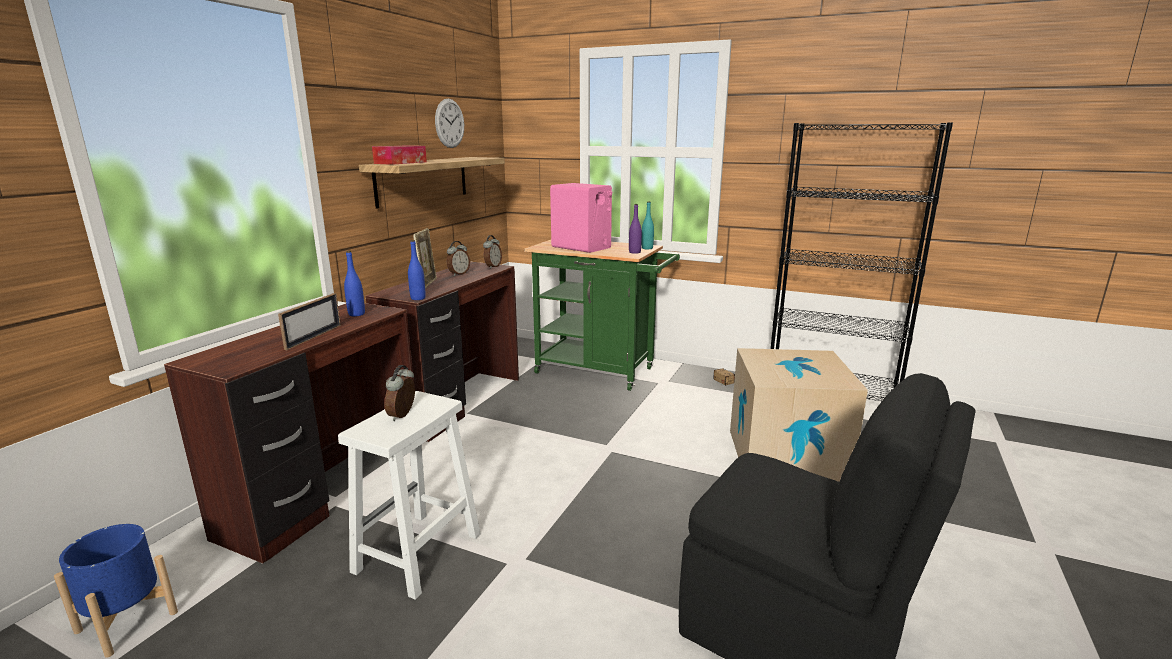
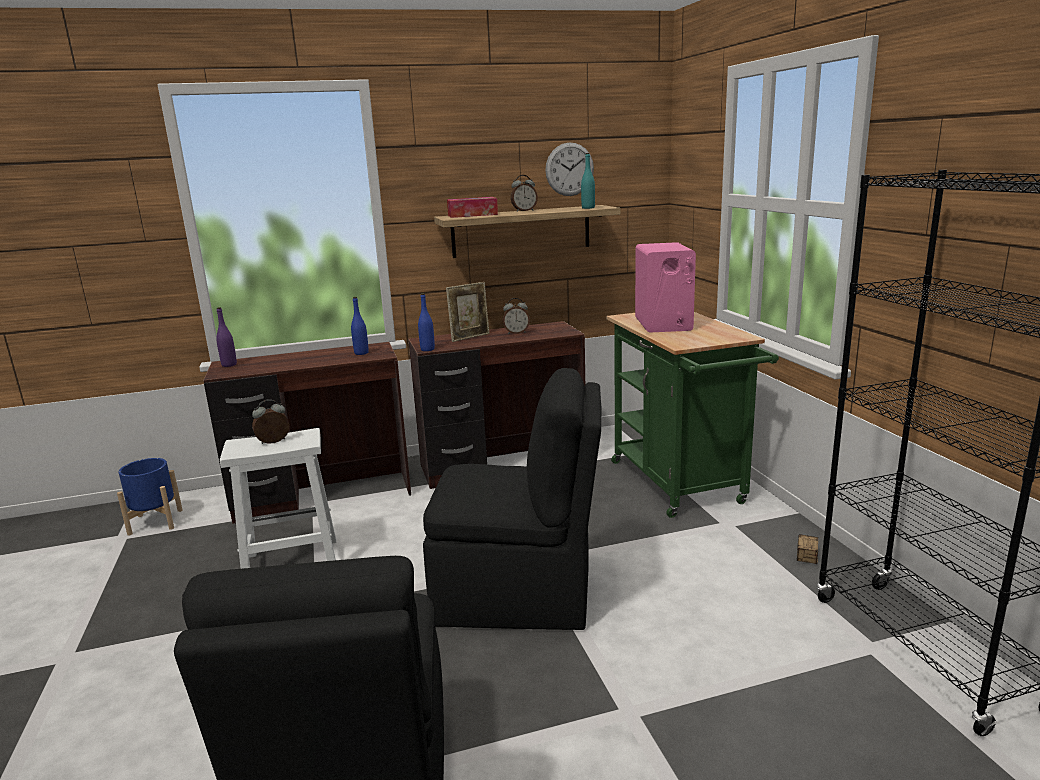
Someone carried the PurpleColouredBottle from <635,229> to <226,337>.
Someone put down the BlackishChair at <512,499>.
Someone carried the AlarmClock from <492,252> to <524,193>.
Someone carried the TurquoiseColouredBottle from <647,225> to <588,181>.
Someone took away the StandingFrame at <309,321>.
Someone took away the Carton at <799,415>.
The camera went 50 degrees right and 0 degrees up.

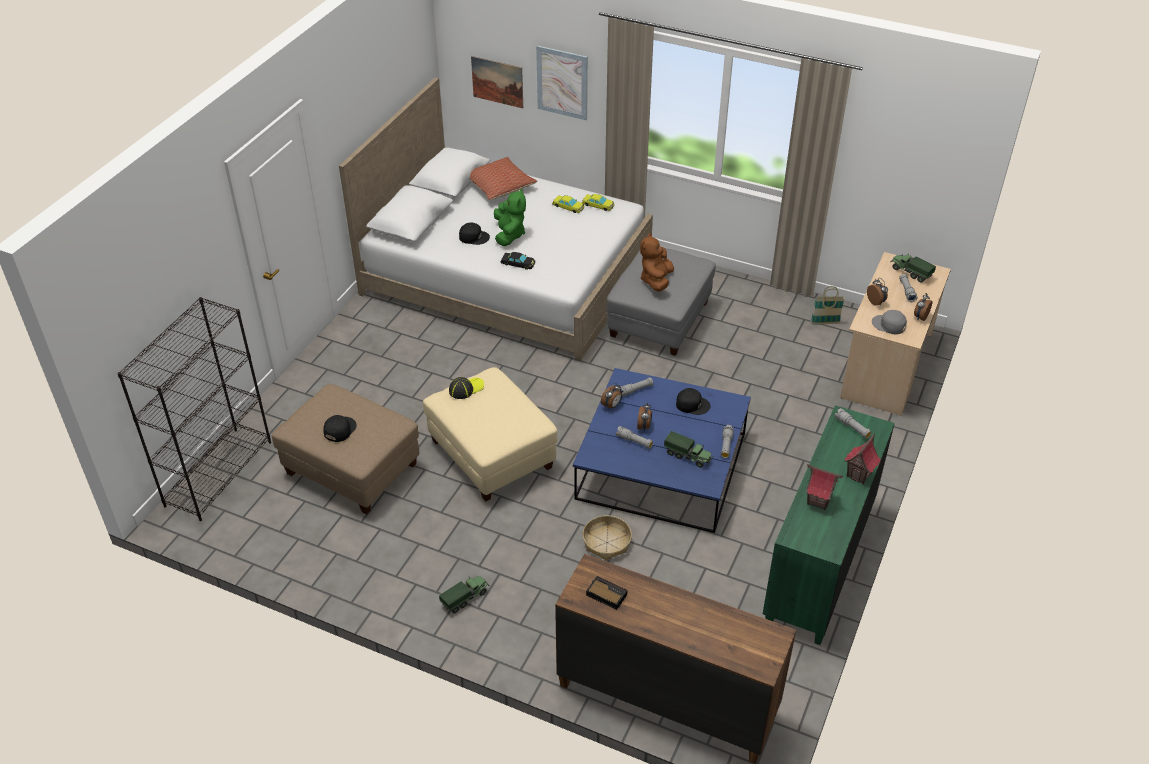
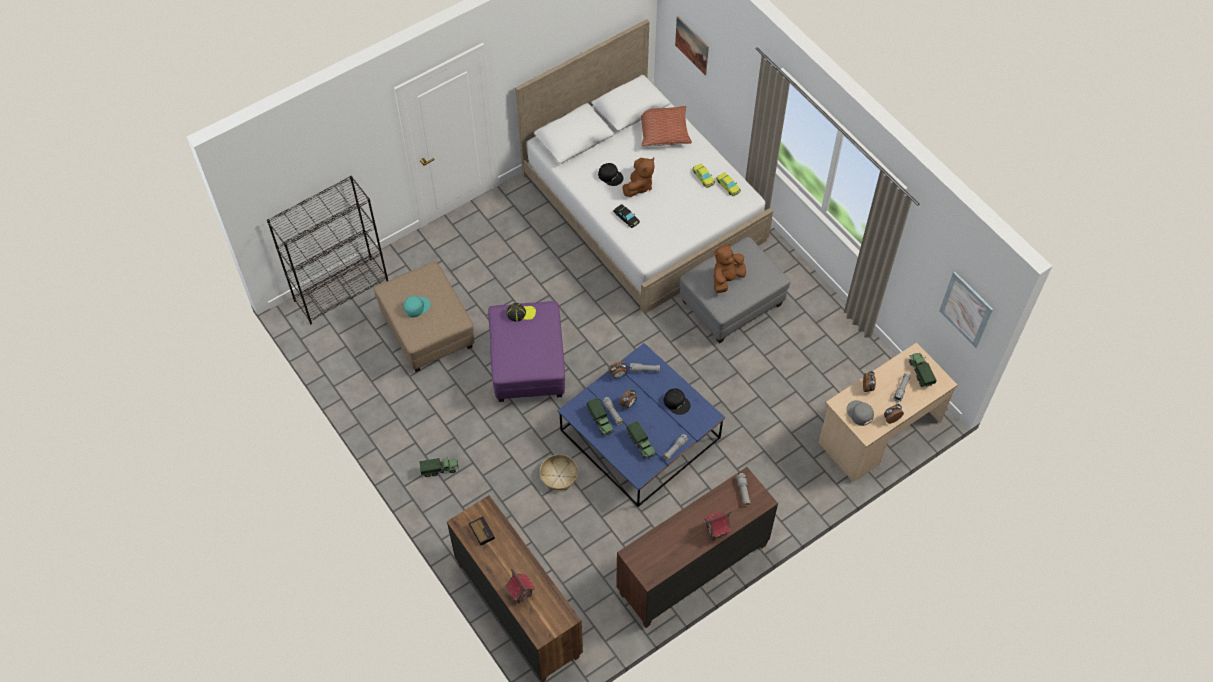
Someone repainted the BlackishPeakedCap at <339,428>, which became the TurquoiseColouredPeakedCap at <416,306>.
Someone repainted the BeigeOttoman at <490,434>, which became the PurpleColouredOttoman at <526,351>.
Someone carried the ModelHouse from <824,487> to <520,585>.
Someone put down the ToyTruck at <600,416>.
Someone repainted the GreenishDrawerChest at <829,525>, which became the BrownDrawerChest at <697,547>.
Someone repainted the GreenishCuddlyToy at <510,217>, which became the BrownCuddlyToy at <638,177>.
Someone carried the WallPicture from <562,82> to <966,310>.
Someone took away the StorageBasket at <828,305>.
The camera went 30 degrees right and 15 degrees up.

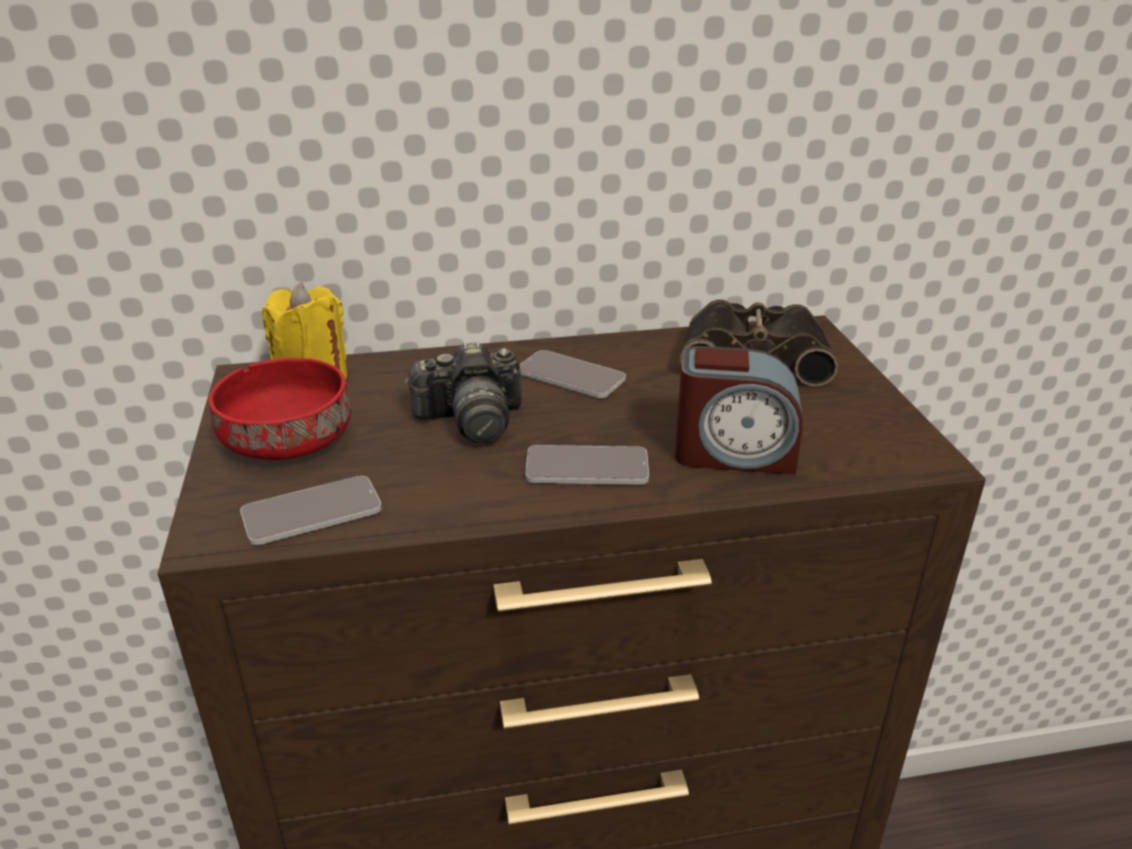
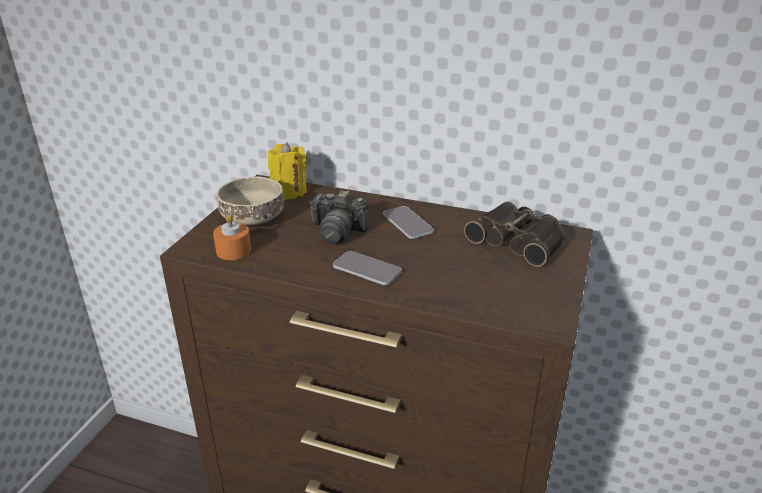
Someone swapped the Telephone at <311,510> for the OrangeColouredCandle at <232,237>.
Someone repainted the RedColouredBowl at <279,409>, which became the BeigeBowl at <250,201>.
Someone took away the AlarmClock at <739,410>.
The camera went 30 degrees right and 0 degrees up.

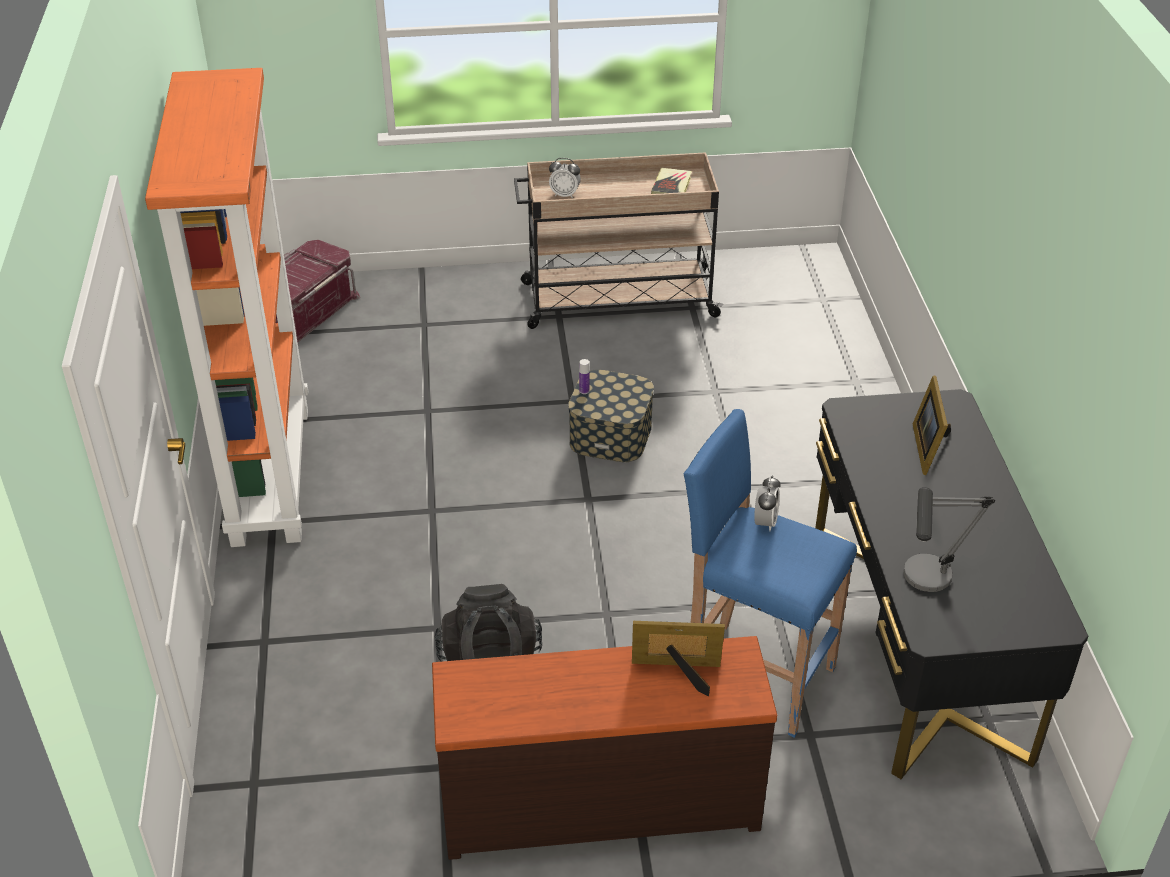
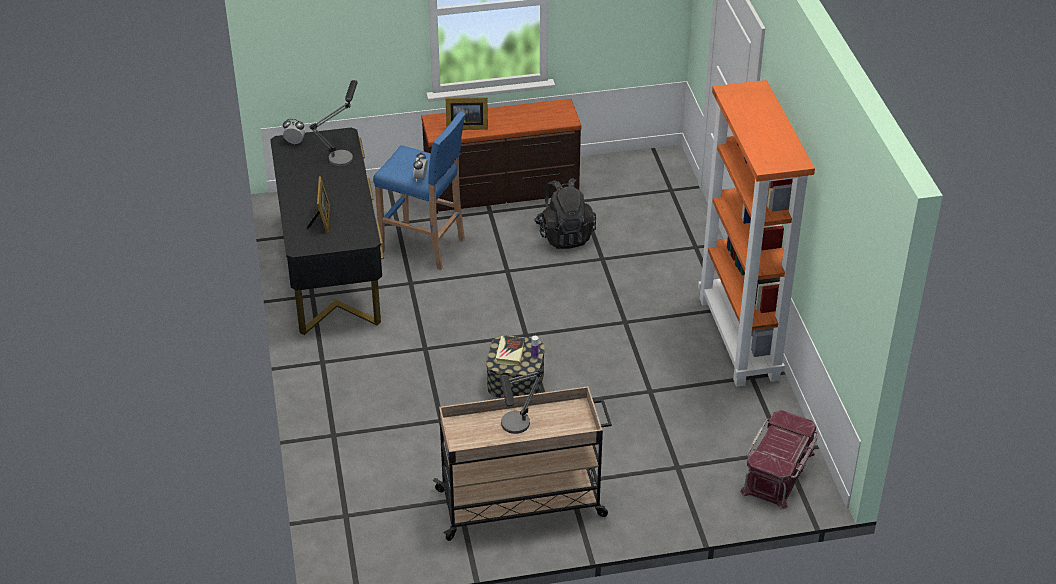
Someone carried the AlarmClock from <565,178> to <294,131>.
Someone carried the Volume from <671,181> to <510,350>.
Someone put down the TabletopLamp at <522,402>.
The camera went 175 degrees right and 0 degrees up.

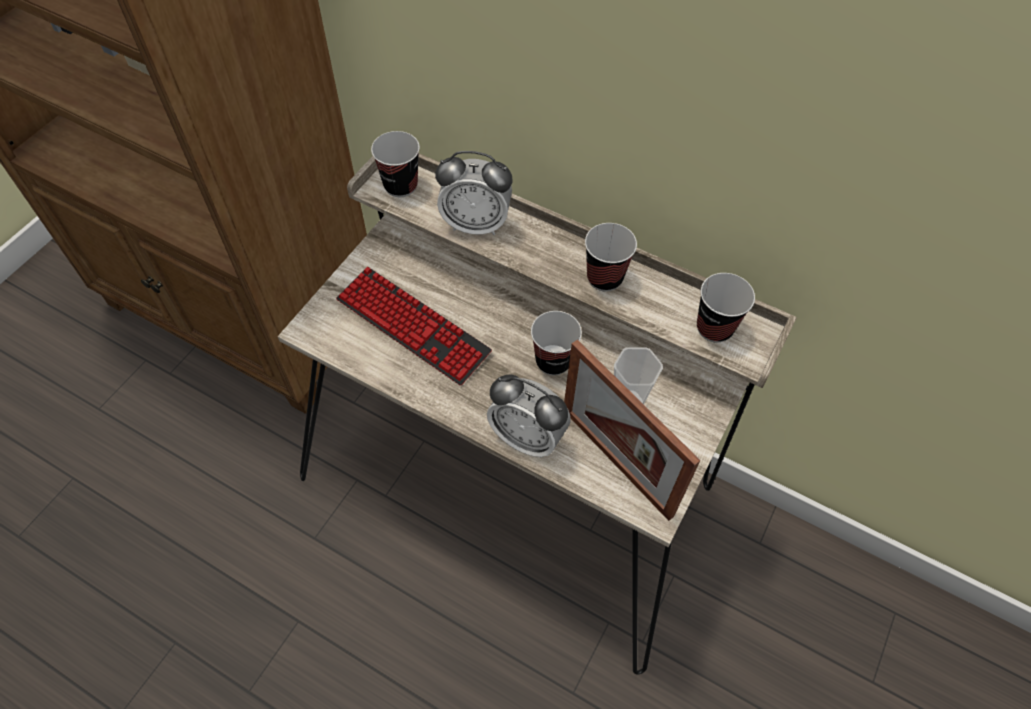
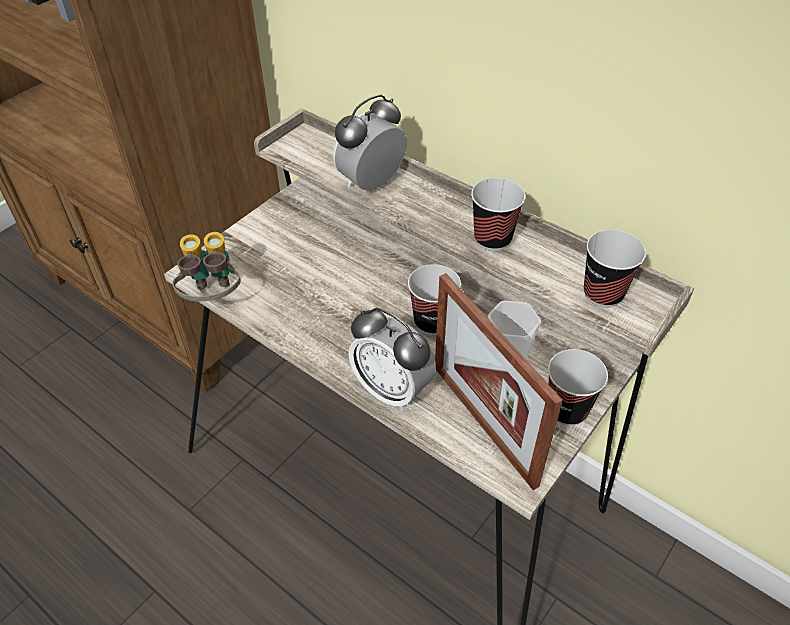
Someone put down the Binoculars at <206,267>.
Someone rotated the AlarmClock at <473,193> by 120 degrees clockwise.
Someone carried the SmallCup from <395,164> to <578,387>.
Someone took away the ComputerKeyboard at <414,326>.
The camera went 10 degrees right and 10 degrees down.

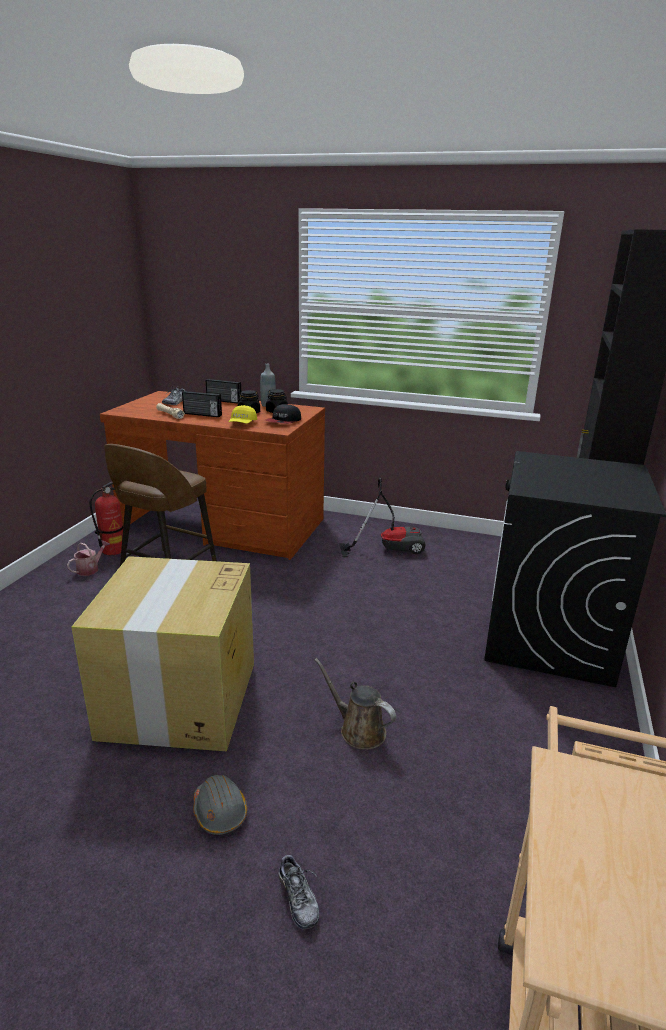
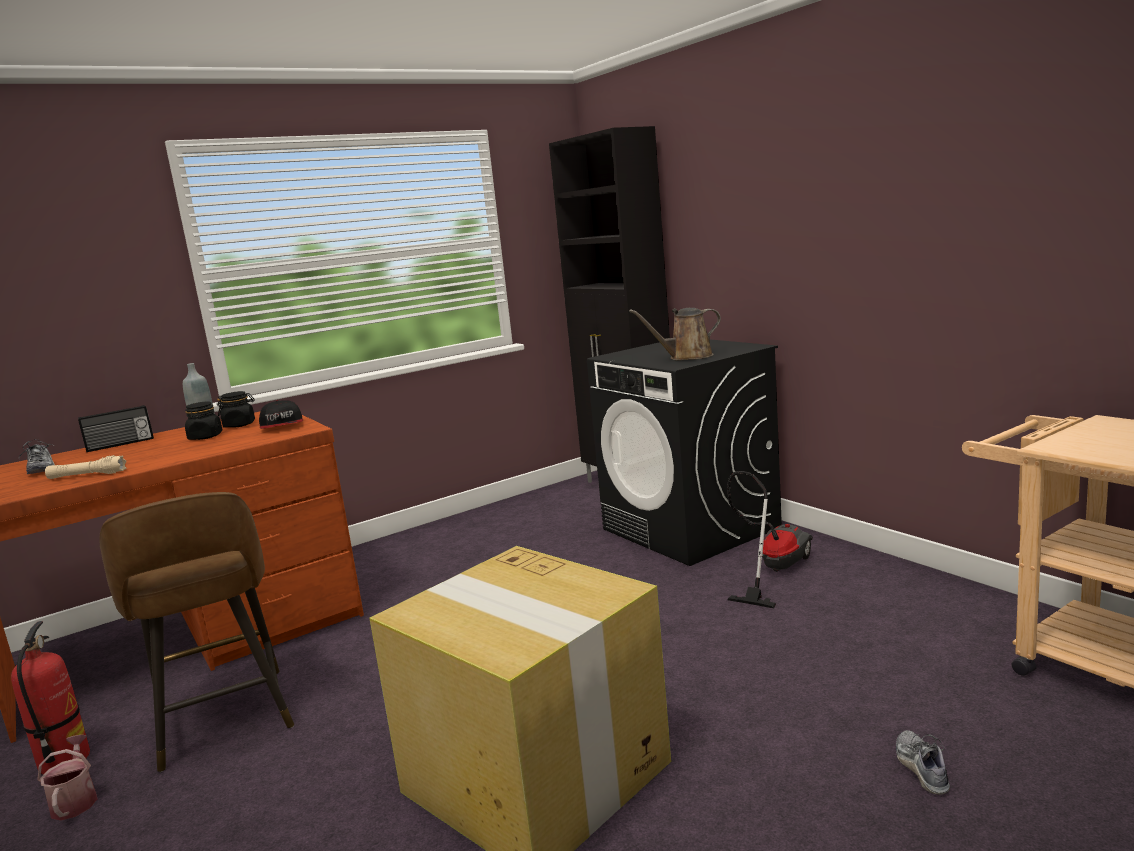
Someone carried the BrownWateringCan from <355,704> to <675,334>.
Someone carried the Hoover from <383,518> to <770,539>.
Someone rotated the ItemOfFootwear at <298,890> by 105 degrees counterclockwise.
Someone took away the RadioReceiver at <202,404>.
Someone took away the GrayWorkHelmet at <220,805>.
Someone took away the YellowishPeakedCap at <243,414>.
The camera went 50 degrees left and 10 degrees down.

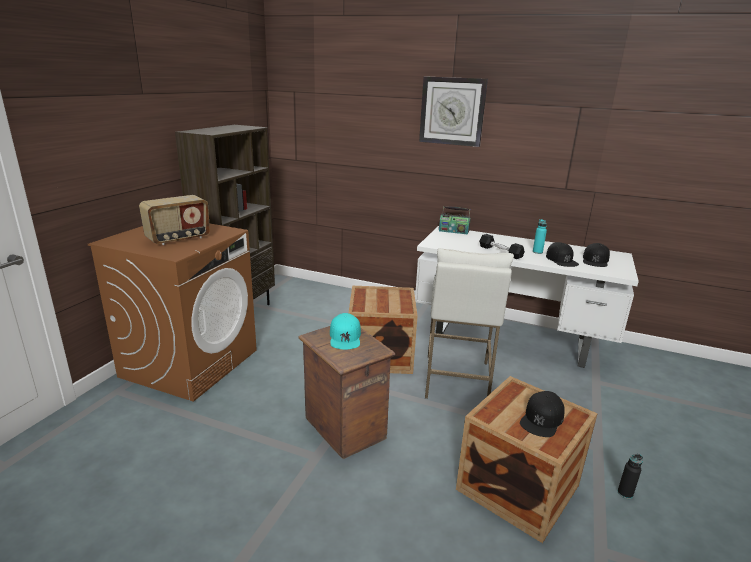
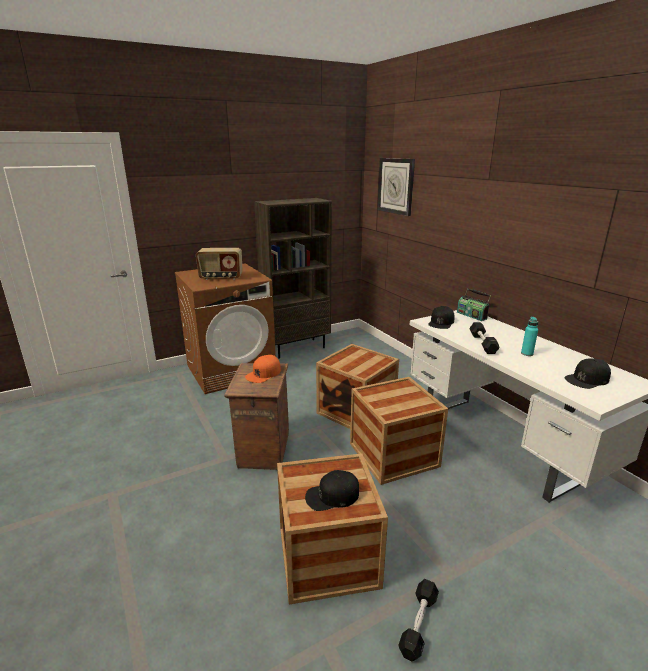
Someone repainted the TurquoiseColouredPeakedCap at <345,331>, which became the OrangeColouredPeakedCap at <263,369>.
Someone swapped the WhitishStoolSeat at <469,323> for the Crate at <399,431>.
Someone carried the ClockOnTheWall from <453,111> to <396,187>.
Someone swapped the BlackishBottle at <630,476> for the BlackishHandWeight at <418,620>.
Someone carried the BlackishPeakedCap from <562,254> to <441,317>.
The camera went 40 degrees right and 0 degrees up.

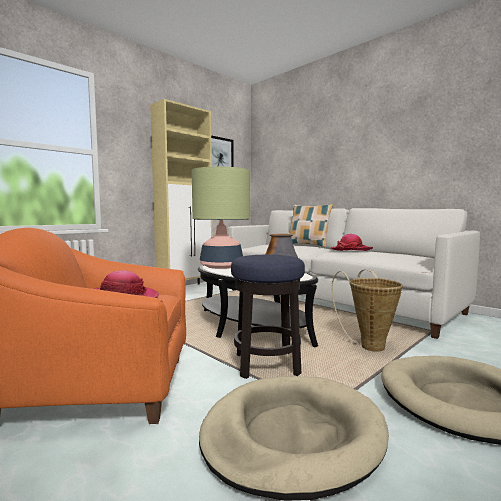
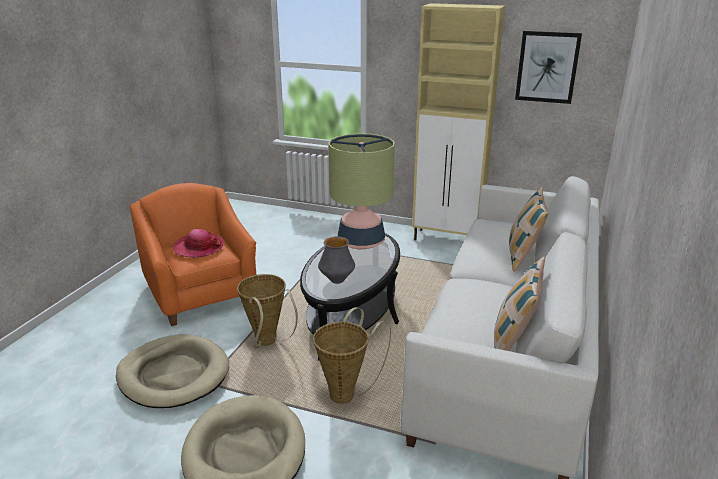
Someone swapped the StoolSeat at <268,317> for the StorageBasket at <267,311>.
Someone put down the Cushion at <519,303>.
Someone took away the WearableHat at <352,242>.
The camera went 65 degrees right and 20 degrees up.

